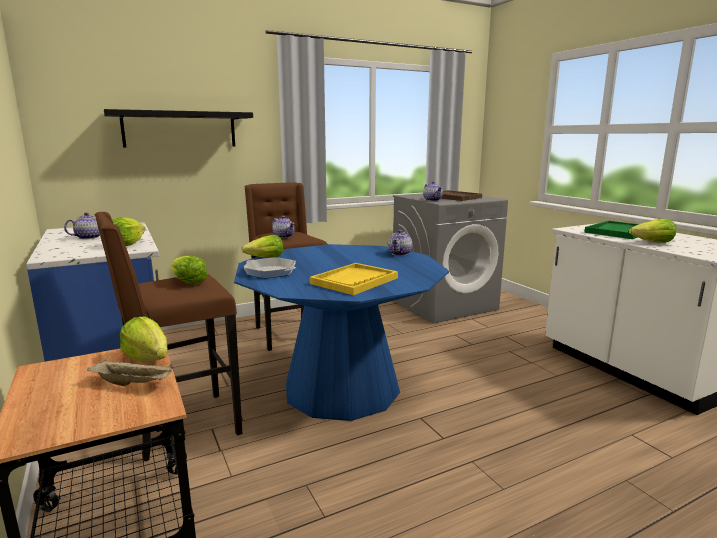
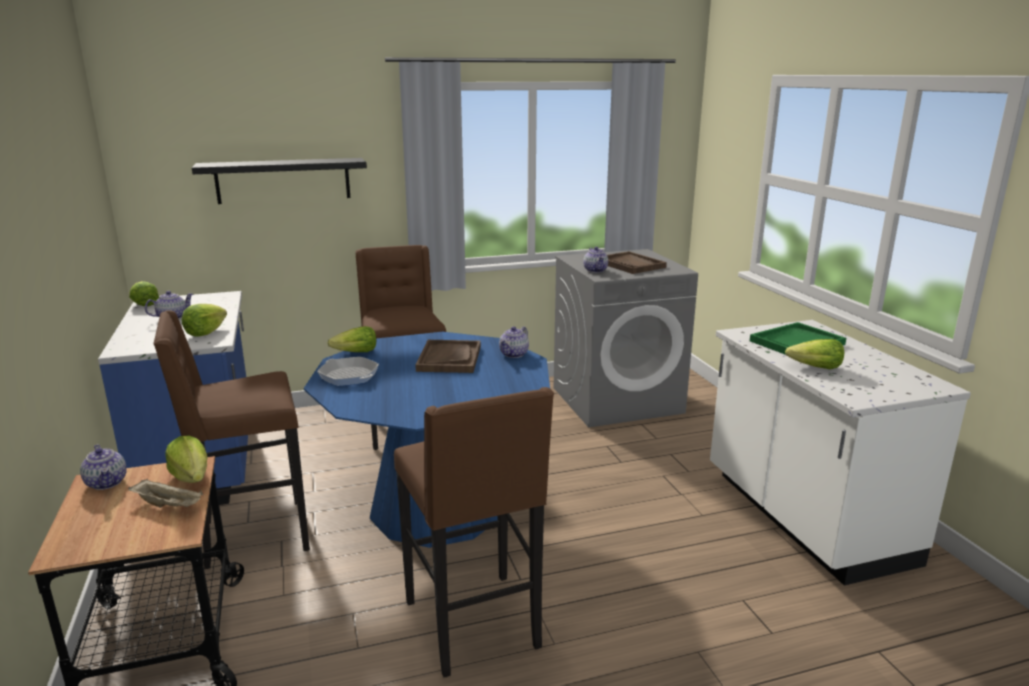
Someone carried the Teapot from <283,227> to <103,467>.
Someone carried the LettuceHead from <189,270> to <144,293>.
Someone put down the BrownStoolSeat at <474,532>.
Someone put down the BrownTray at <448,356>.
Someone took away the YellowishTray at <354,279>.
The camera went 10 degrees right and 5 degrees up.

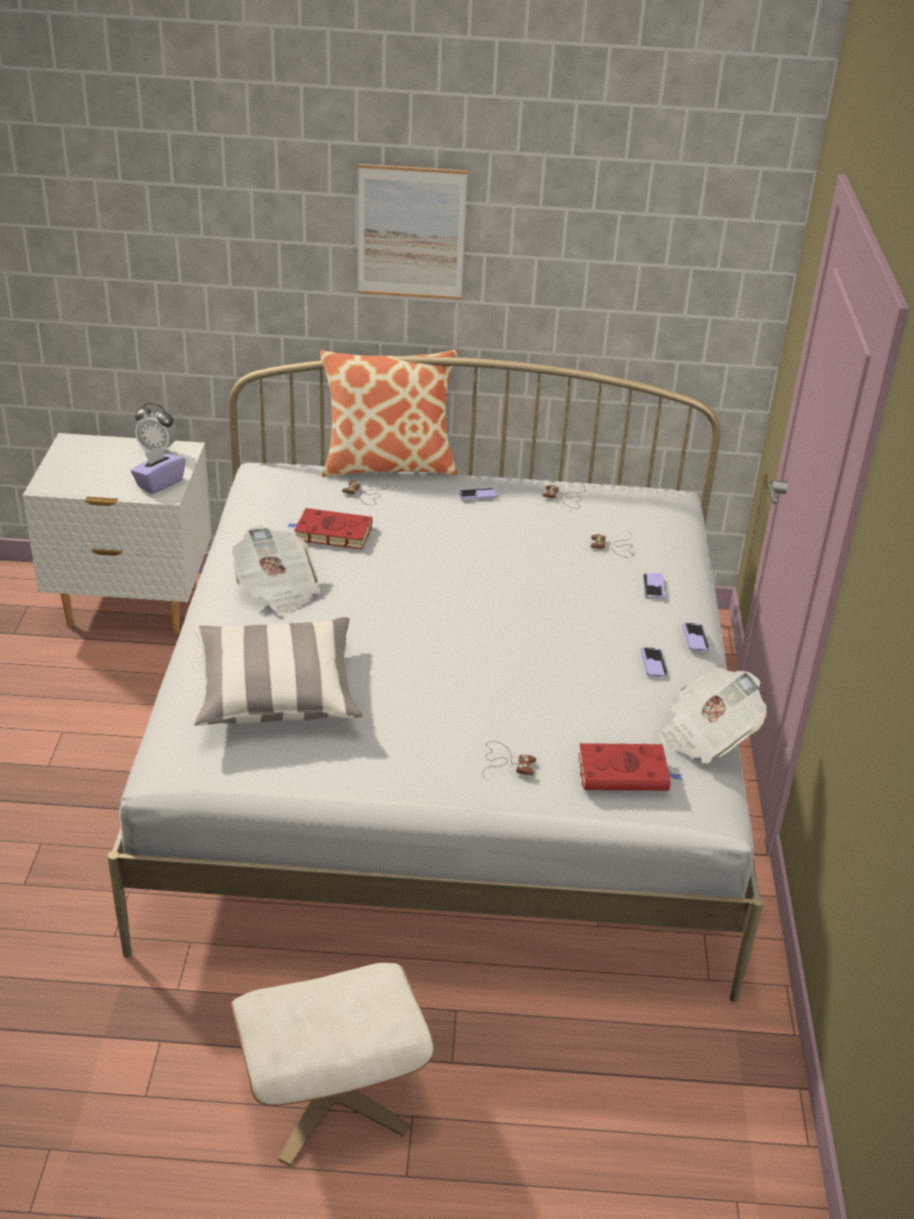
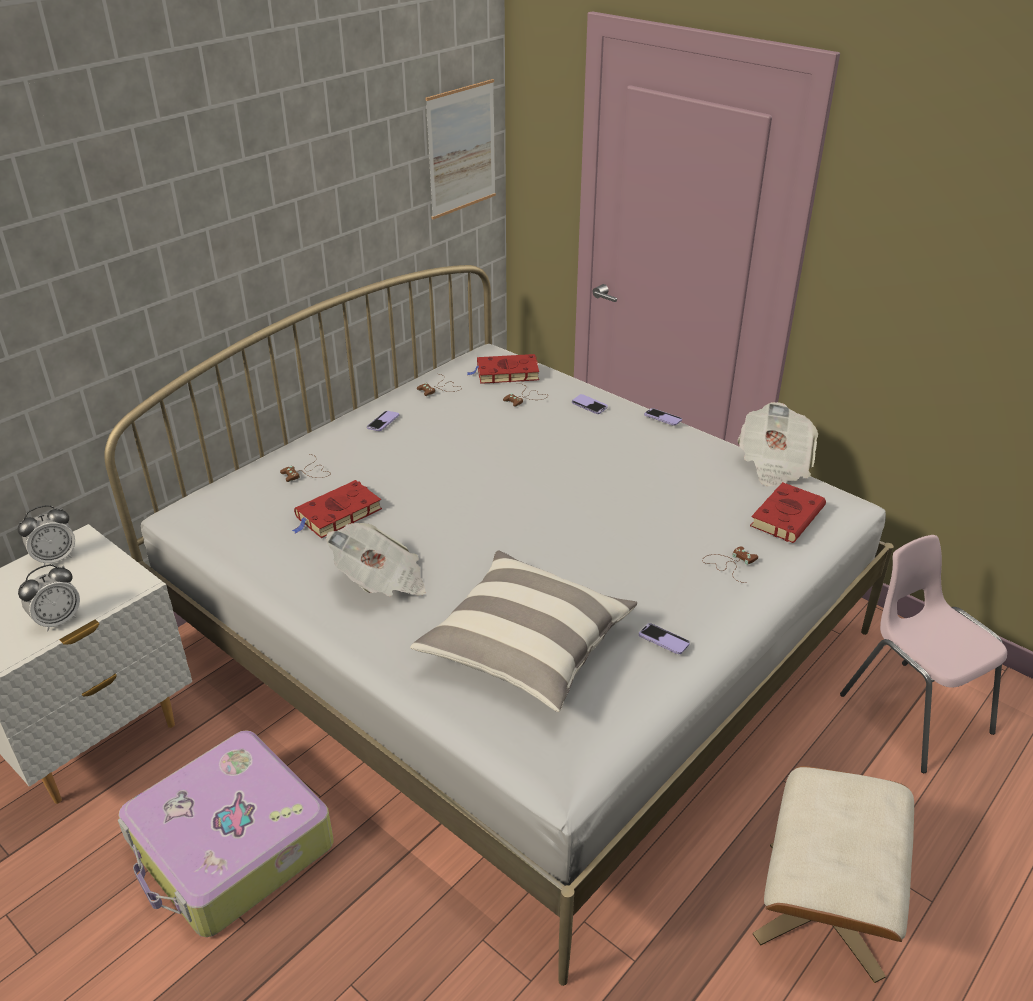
Someone put down the AlarmClock at <49,598>.
Someone put down the PieceOfLuggage at <226,833>.
Someone carried the WallPicture from <412,232> to <460,149>.
Someone put down the RedColouredVolume at <503,369>.
Someone carried the Telephone from <654,662> to <664,638>.
Someone put down the PinkChair at <923,654>.
Someone took away the PurpleColouredTissueBox at <158,470>.
Someone took away the Cushion at <389,413>.
The camera went 50 degrees left and 0 degrees up.

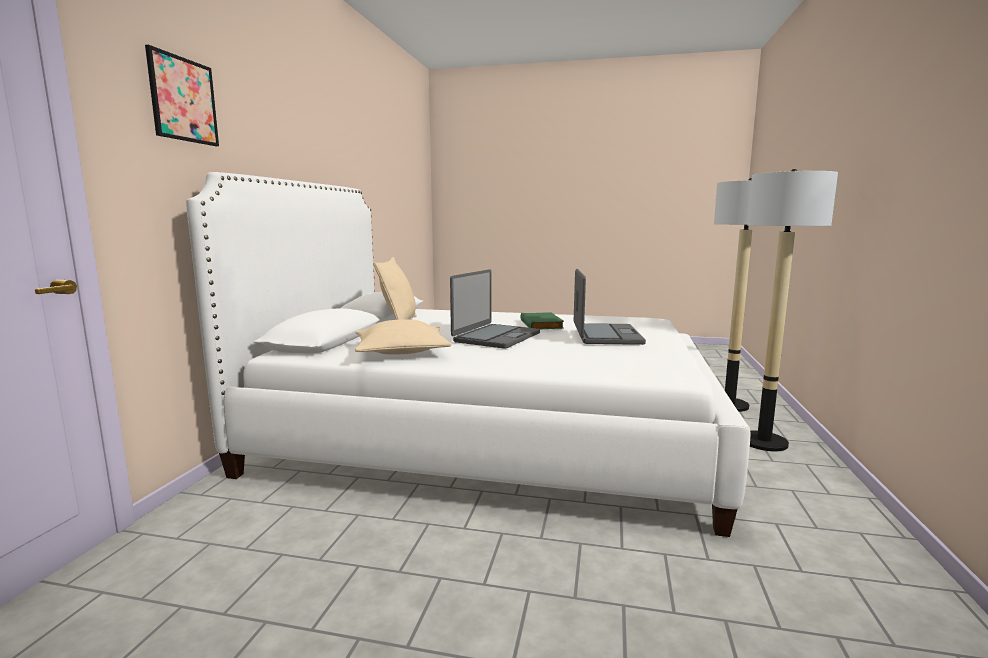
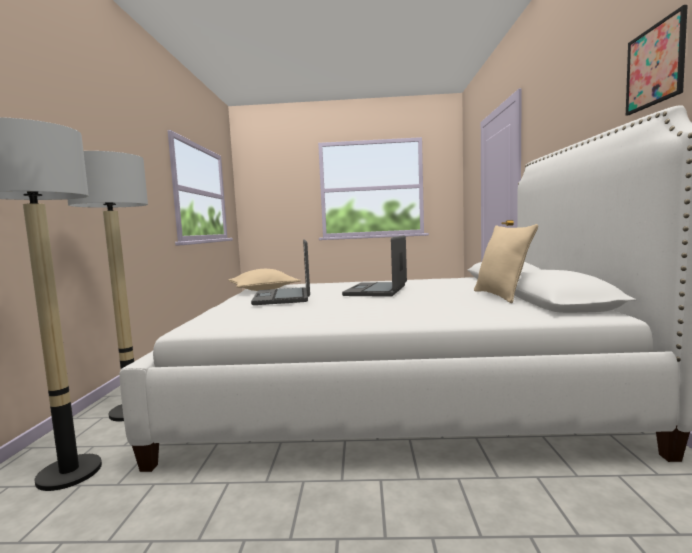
Someone carried the BeigeCushion from <403,337> to <264,280>.
Someone carried the WallPicture from <182,95> to <657,60>.
Someone took away the GreenishVolume at <542,320>.
The camera went 170 degrees right and 5 degrees down.

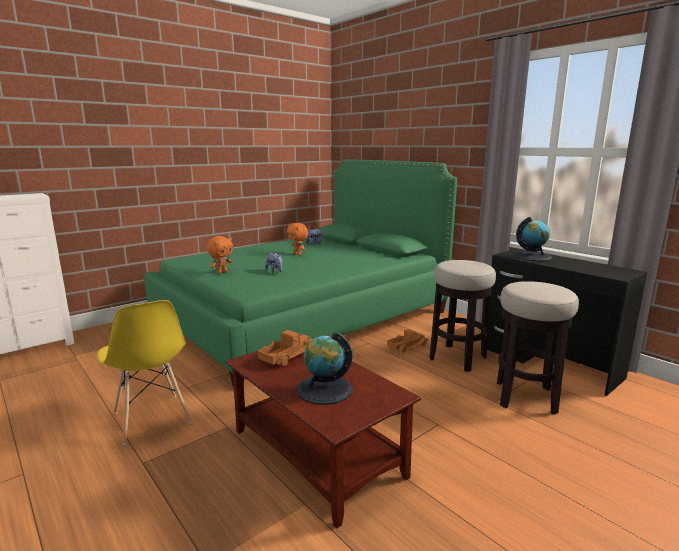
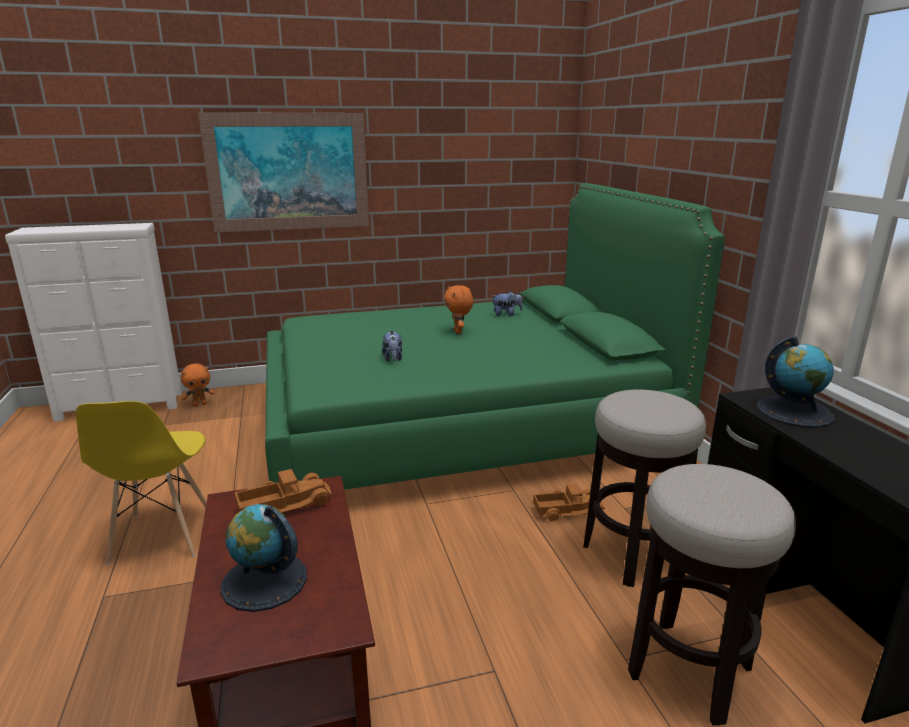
Someone carried the OrangeColouredCuddlyToy from <220,255> to <197,384>.
Someone put up the WallPicture at <283,172>.
The camera went 25 degrees right and 5 degrees up.

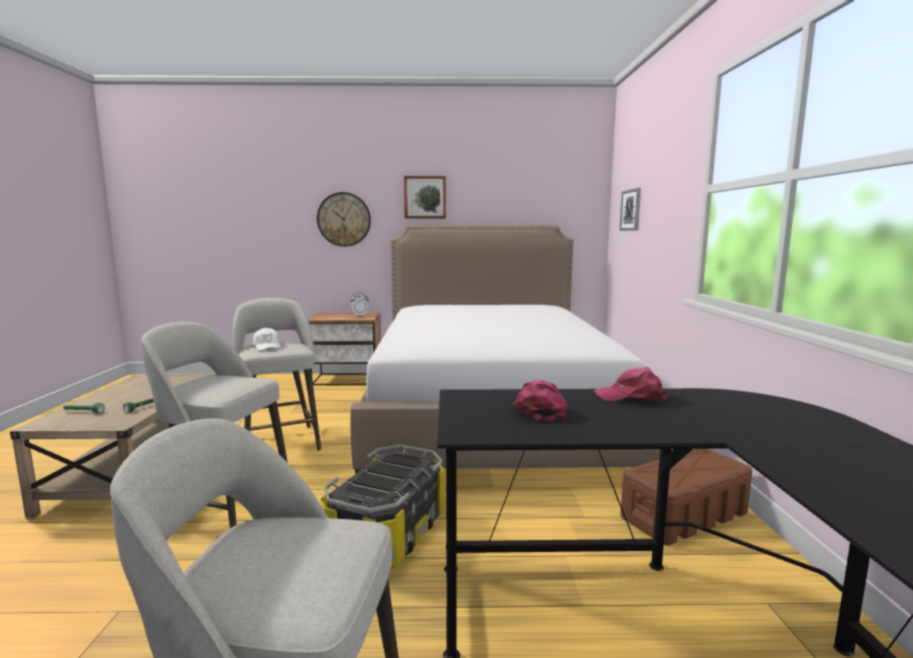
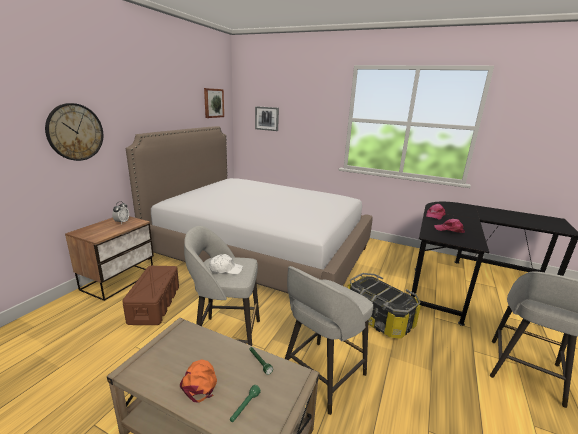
Someone carried the BrownStorageContainer from <686,497> to <150,295>.
Someone put down the OrangeColouredPeakedCap at <198,381>.
Someone carried the WallPicture from <425,197> to <214,103>.
The camera went 65 degrees left and 10 degrees up.

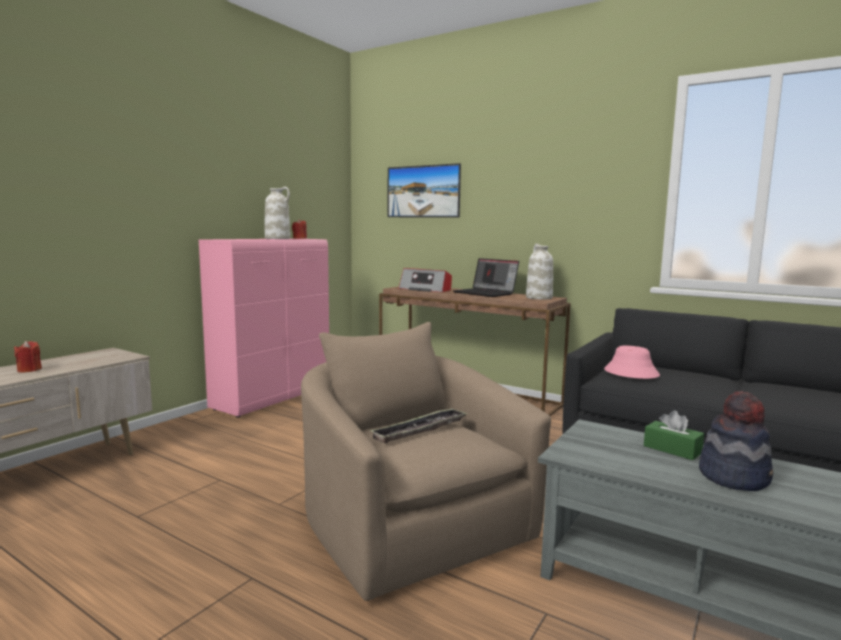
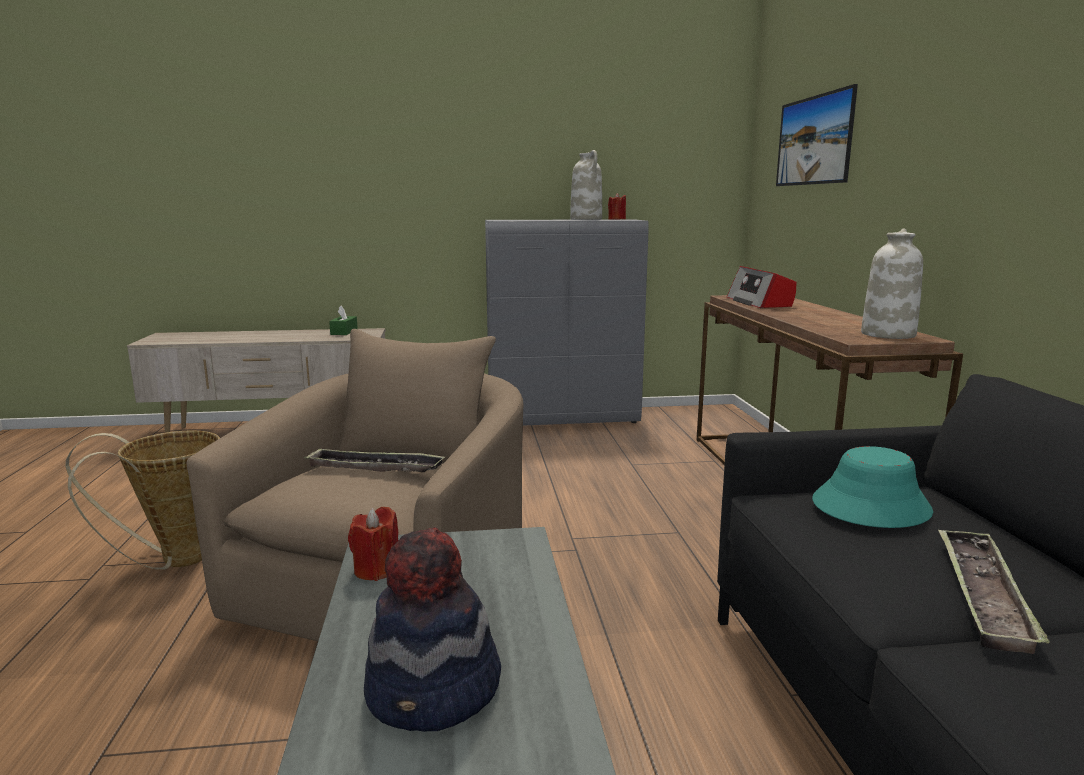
Someone put down the StorageBasket at <142,500>.
Someone carried the GreenishTissueBox from <674,435> to <343,320>.
Someone carried the RedColouredCandle from <28,356> to <373,544>.
Someone repainted the PinkCabinet at <264,328>, which became the GrayCabinet at <567,322>.
Someone repainted the PinkWearableHat at <632,362>, which became the TurquoiseColouredWearableHat at <872,487>.
Someone put down the Tray at <994,591>.
Someone took away the PortableComputer at <486,277>.
The camera went 50 degrees right and 5 degrees up.

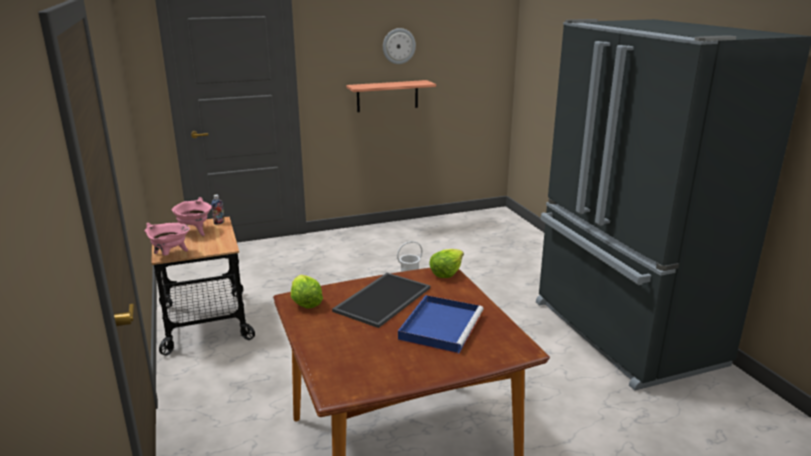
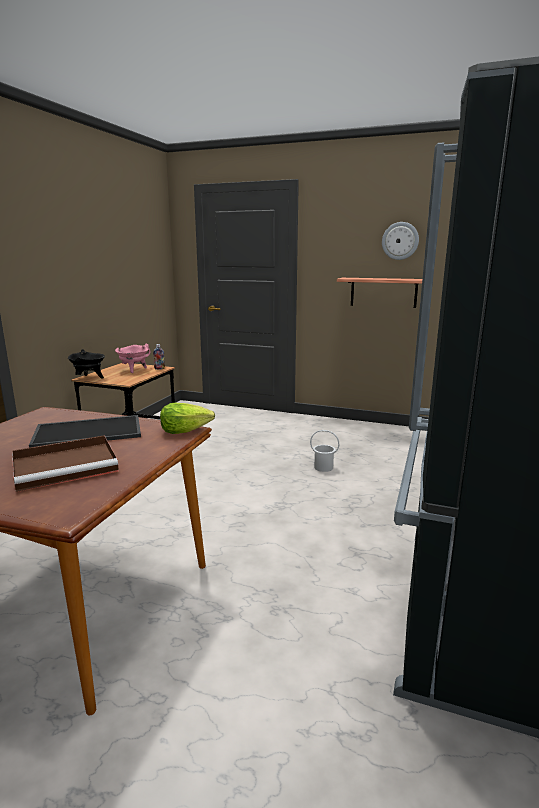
Someone repainted the BluishTray at <440,324>, which became the BrownTray at <65,463>.
Someone repainted the PinkStockpot at <167,239>, which became the BlackishStockpot at <86,364>.
Someone took away the LettuceHead at <307,291>.
The camera went 40 degrees right and 5 degrees down.

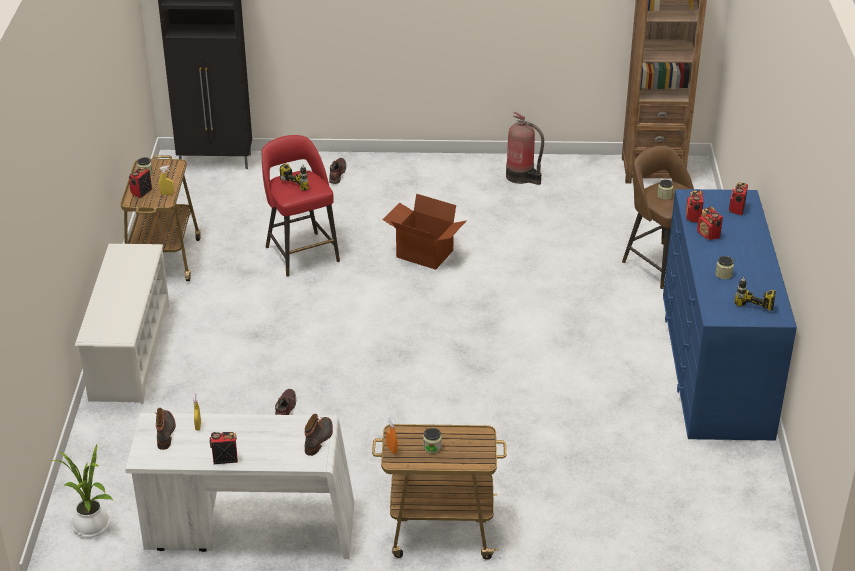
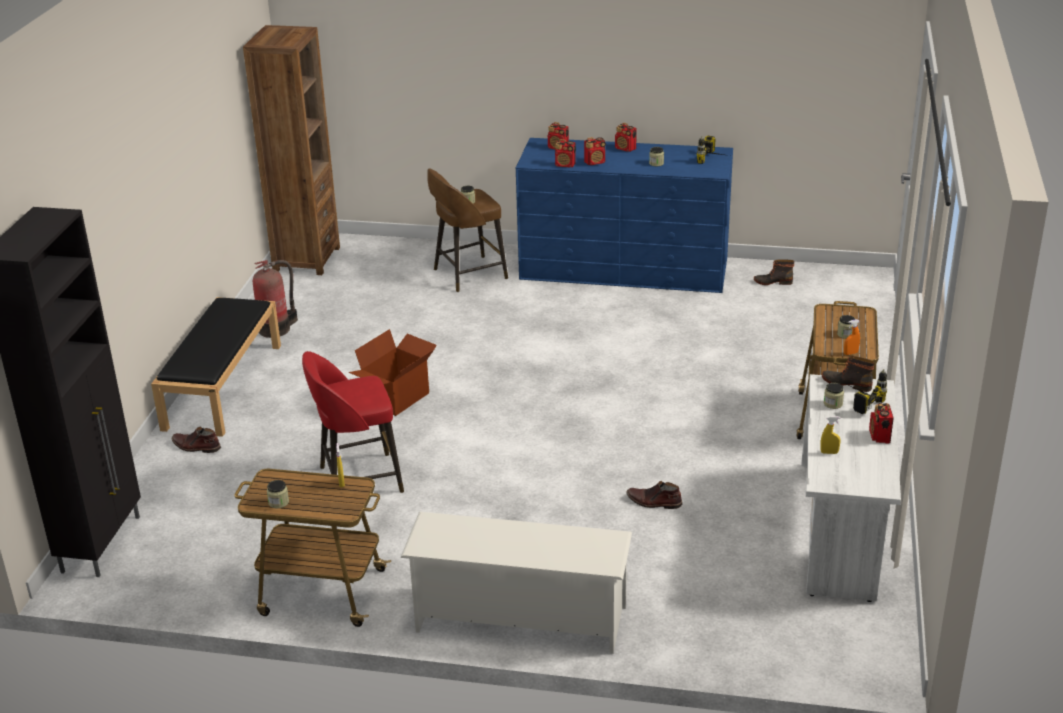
Someone put down the BlackishIndoorBench at <216,367>.
Someone carried the RadioReceiver from <140,182> to <626,137>.
Someone carried the TallBoot from <165,429> to <774,272>.
Someone put down the Jar at <834,396>.
Someone carried the PowerDrill from <297,177> to <868,391>.
Someone took away the PottedPlant at <81,490>.
The camera went 80 degrees left and 5 degrees down.

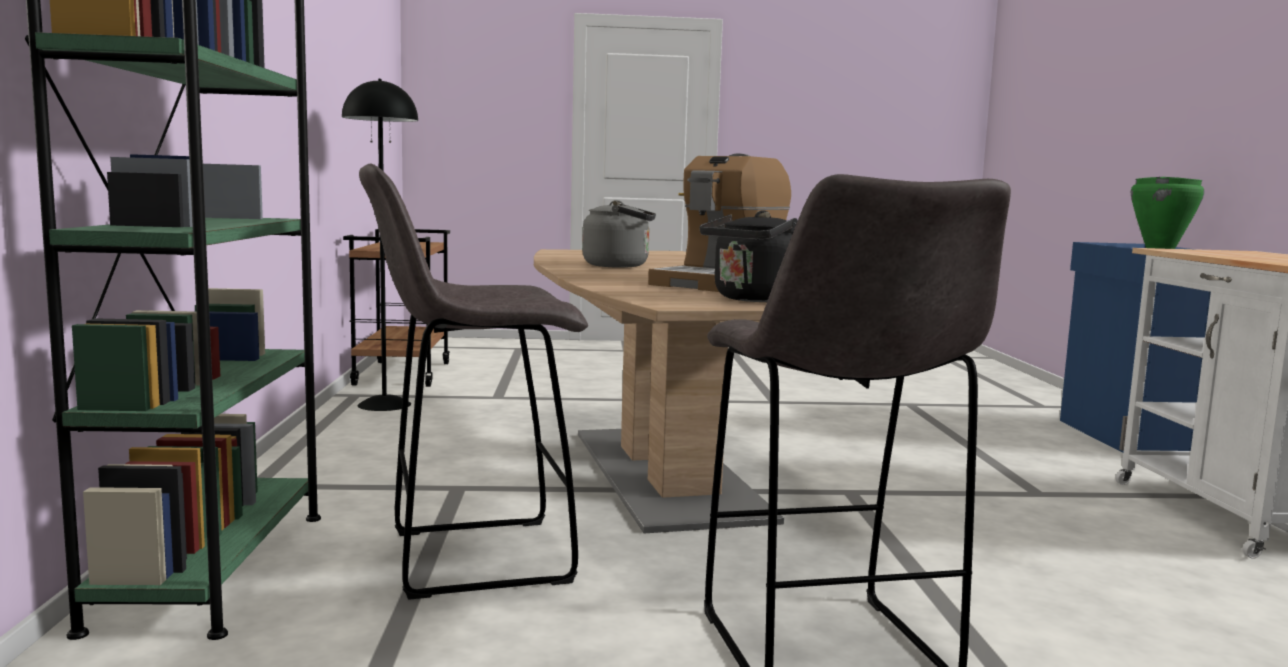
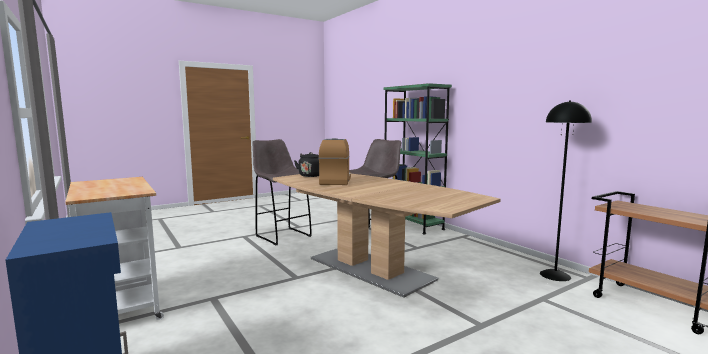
Someone took away the GrayKettle at <619,234>.
Someone took away the GreenishStockpot at <1168,213>.
The camera went 150 degrees right and 0 degrees up.

